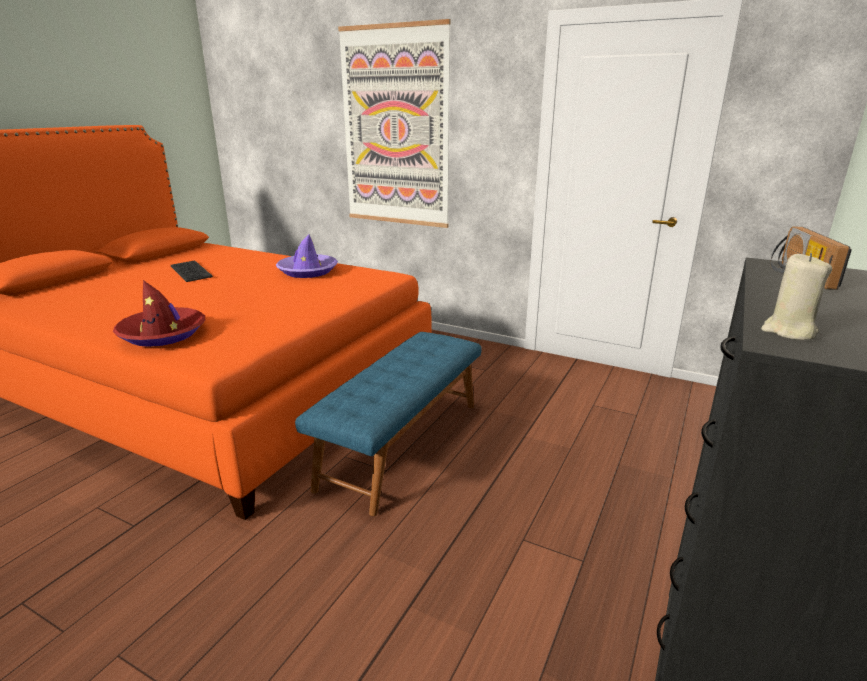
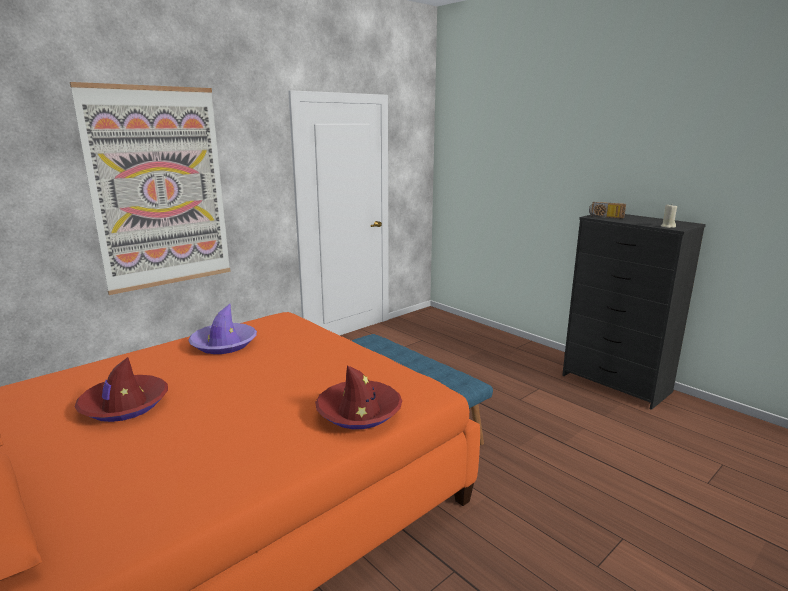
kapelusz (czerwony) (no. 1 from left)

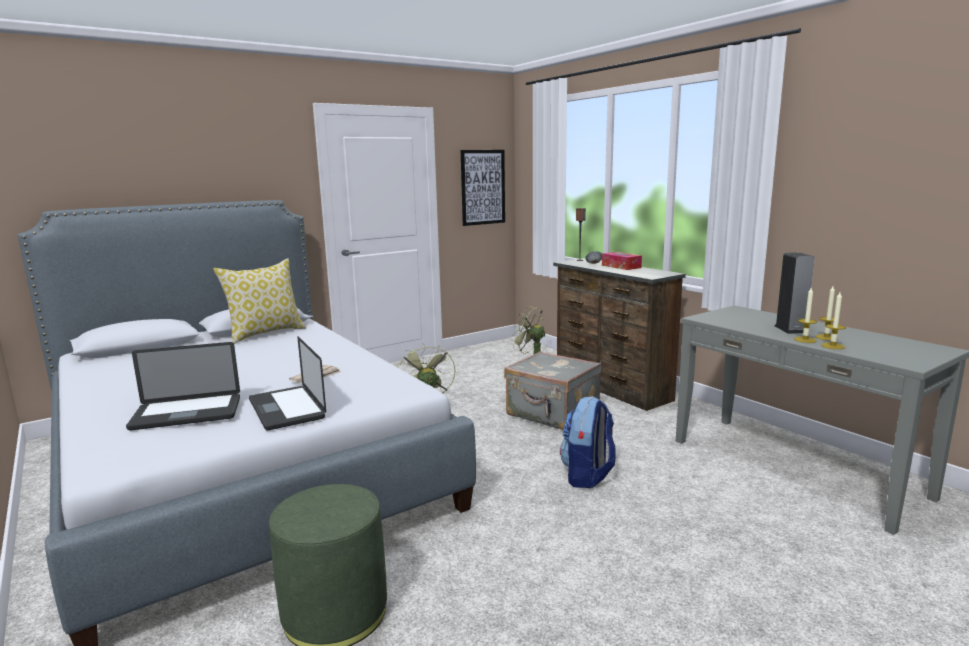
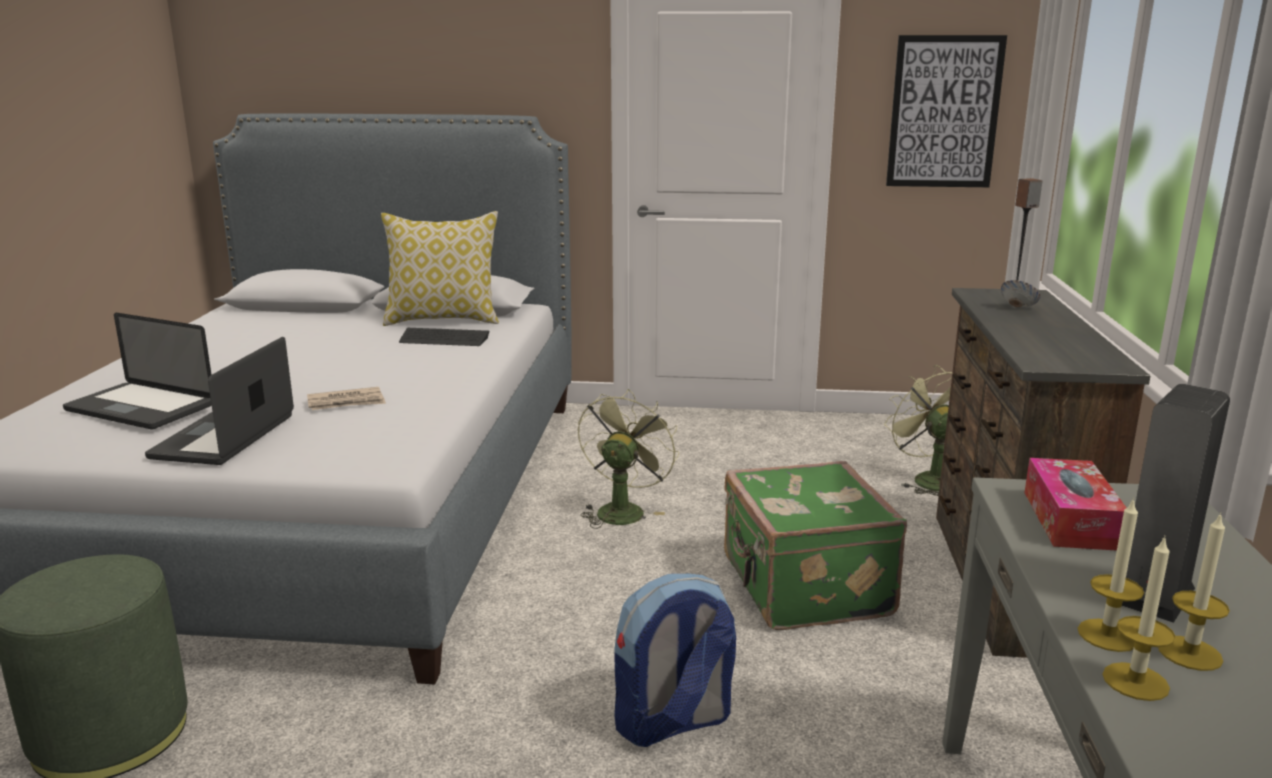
pudełko chusteczek
walizka (zielony)
klawiatura

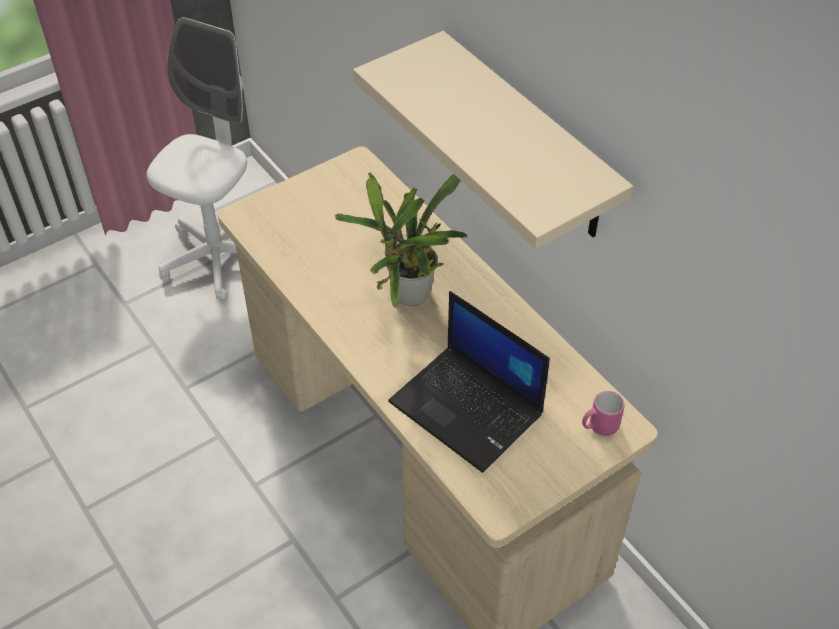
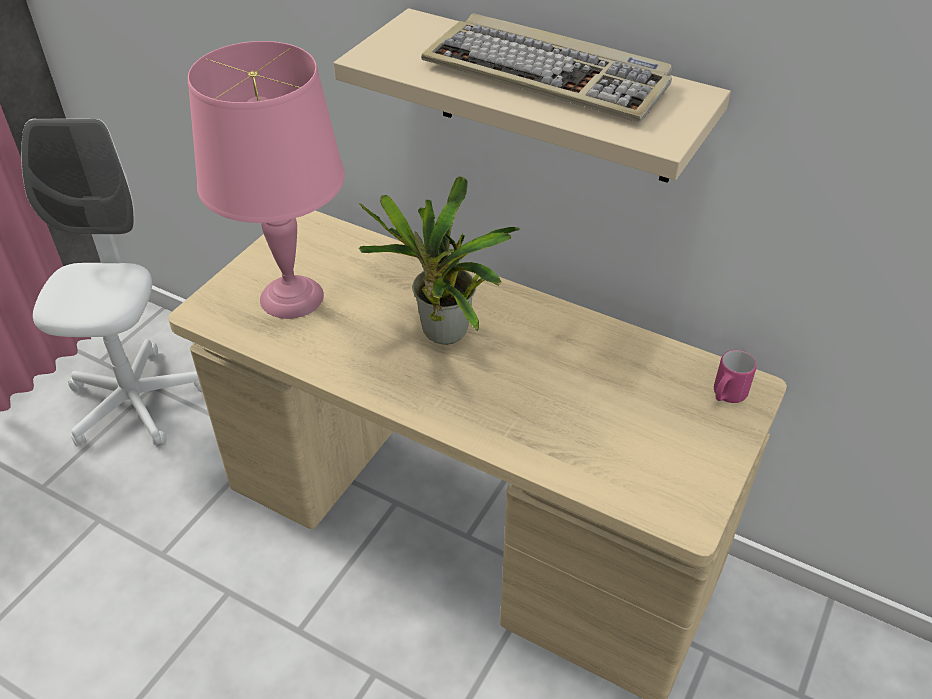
laptop
klawiatura
lampa stołowa (różowy)

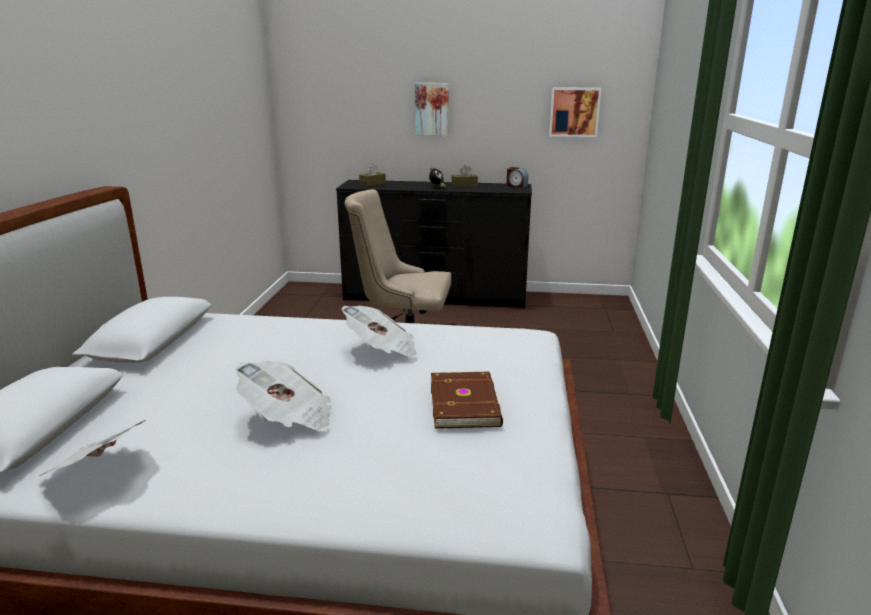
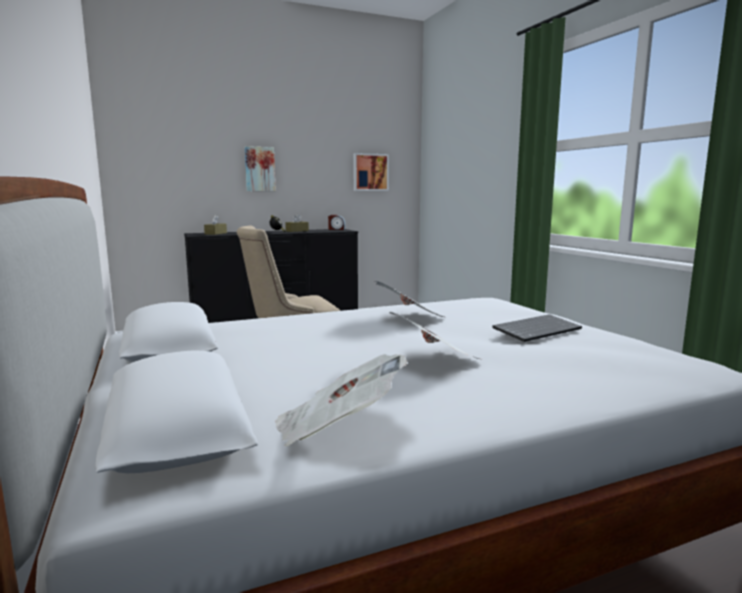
klawiatura

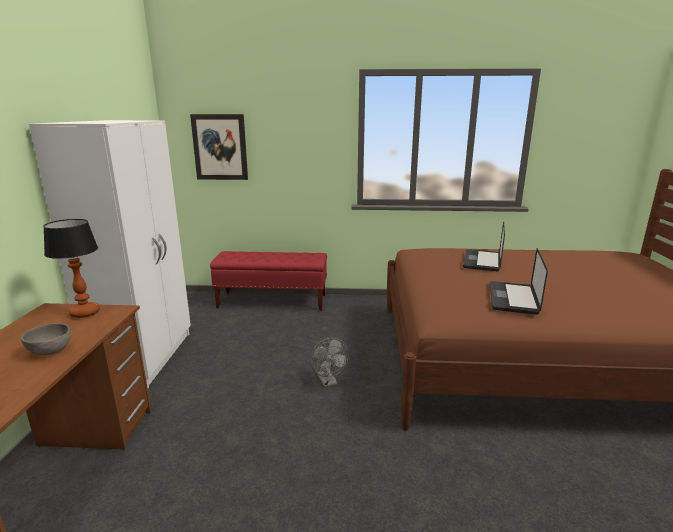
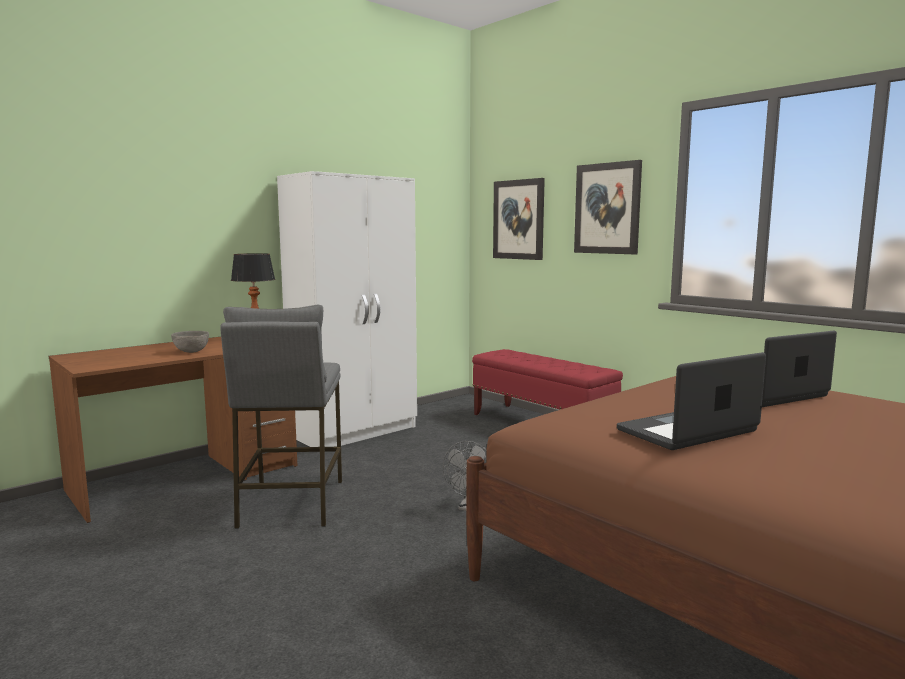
obraz (no. 2 from left)
stołek (szary)

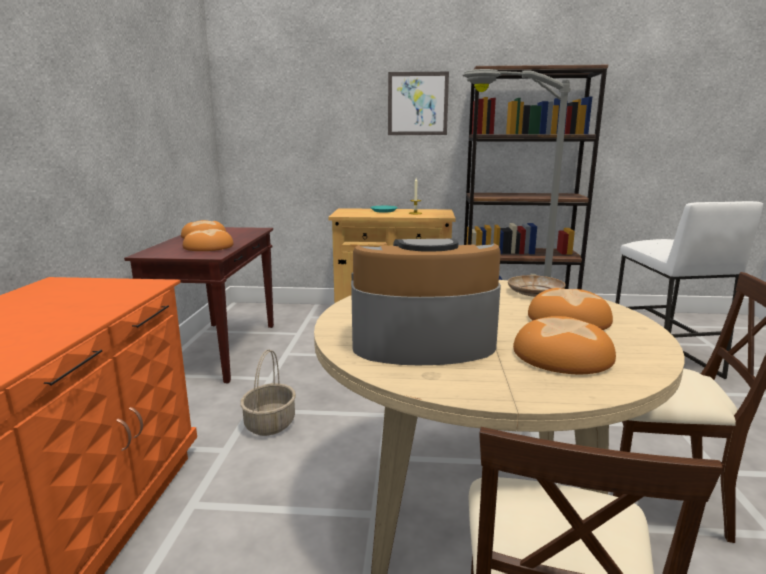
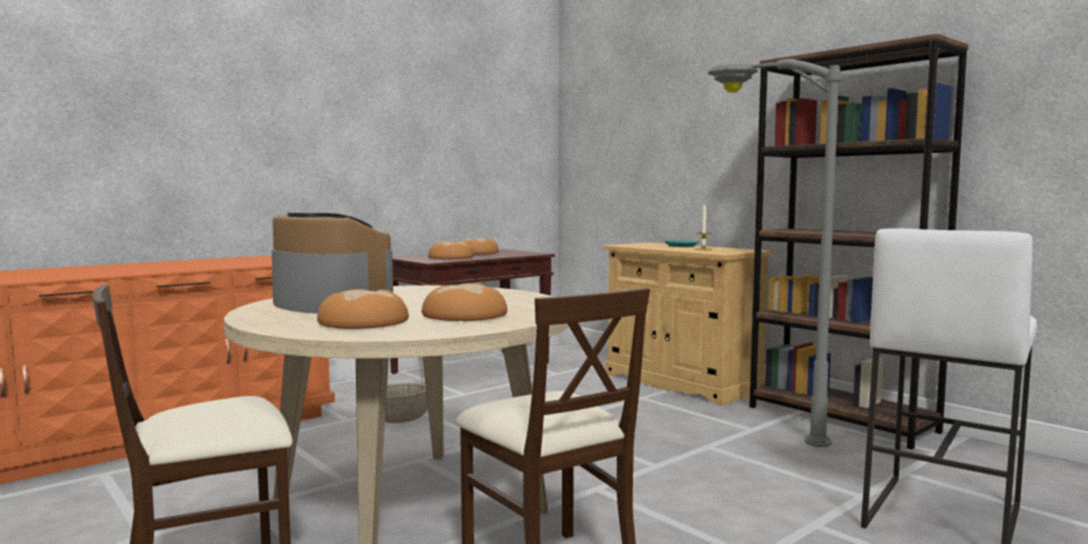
obraz
talerz (beżowy)

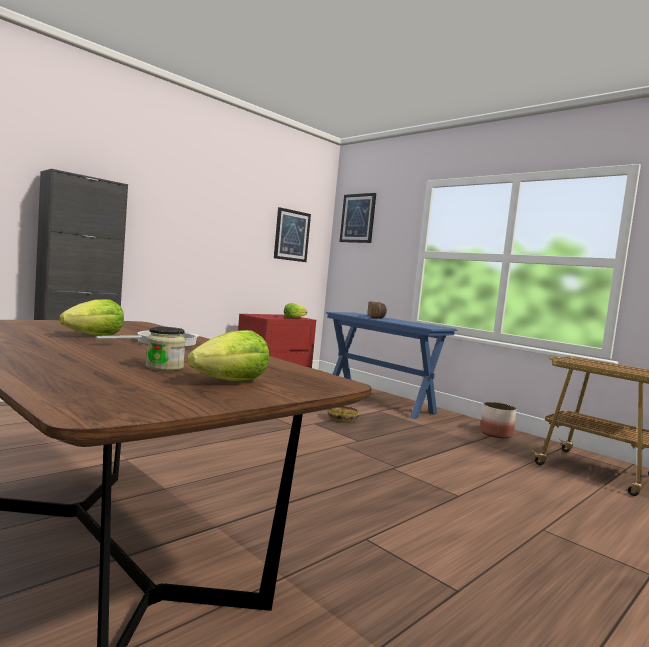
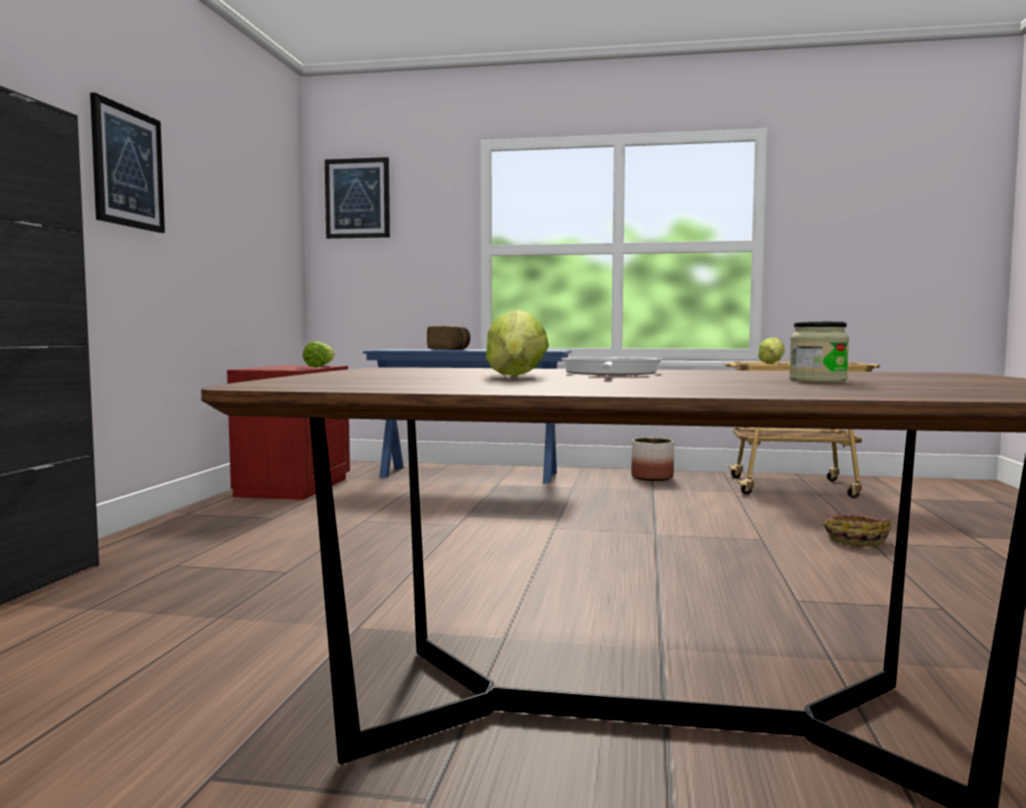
obraz (no. 1 from left)
sałata (no. 3 from left)
koszyk

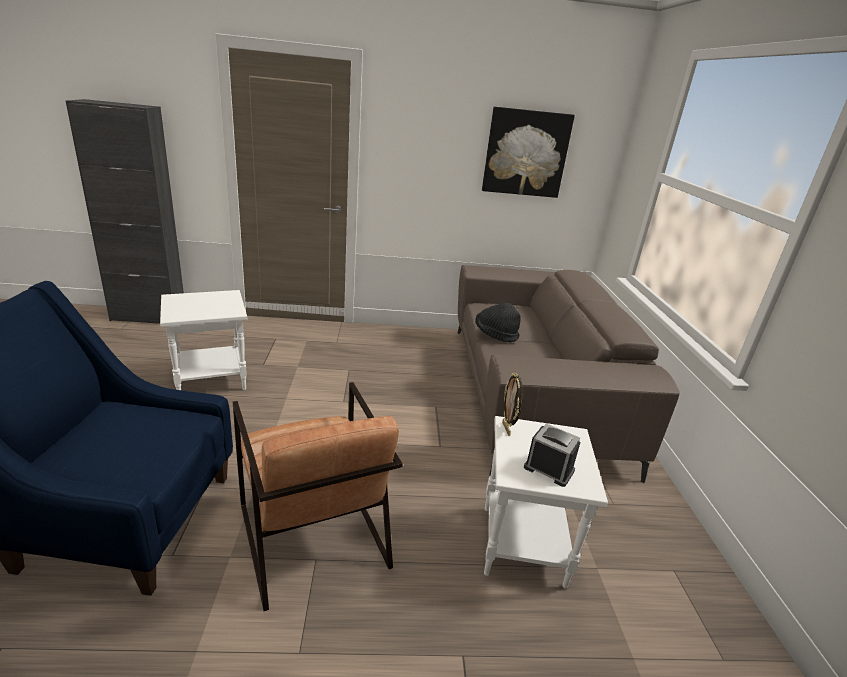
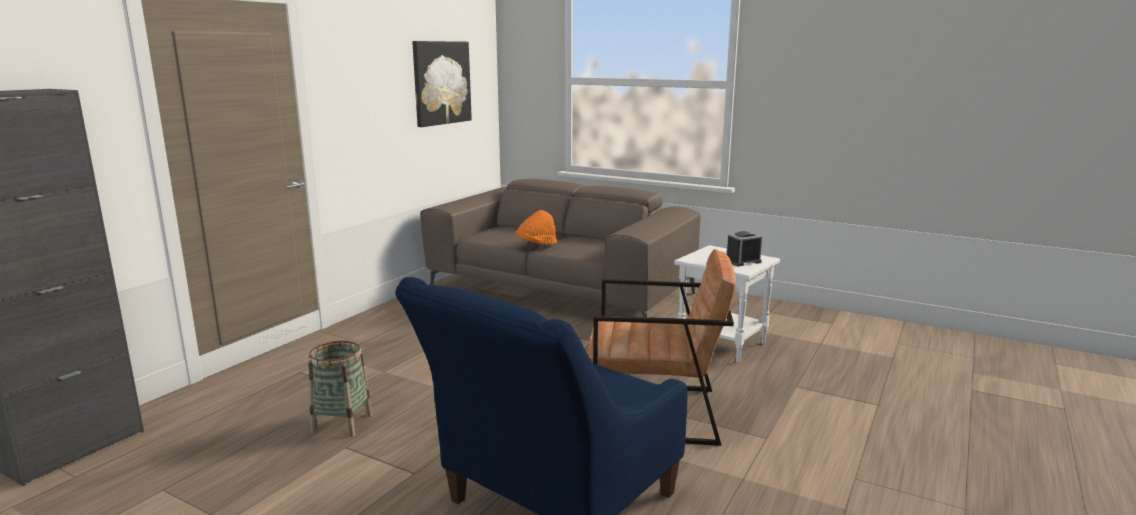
koszyk
kapelusz (pomarańczowy)
ramka na zdjęcie

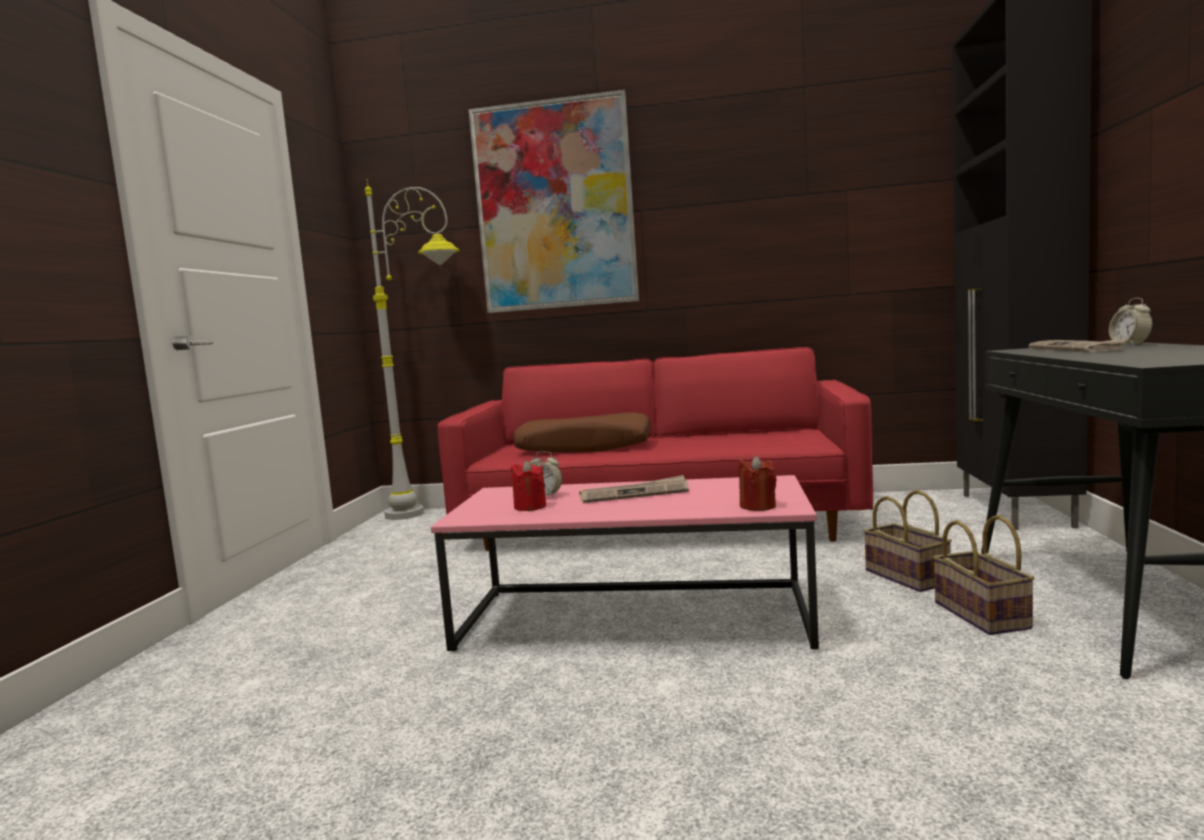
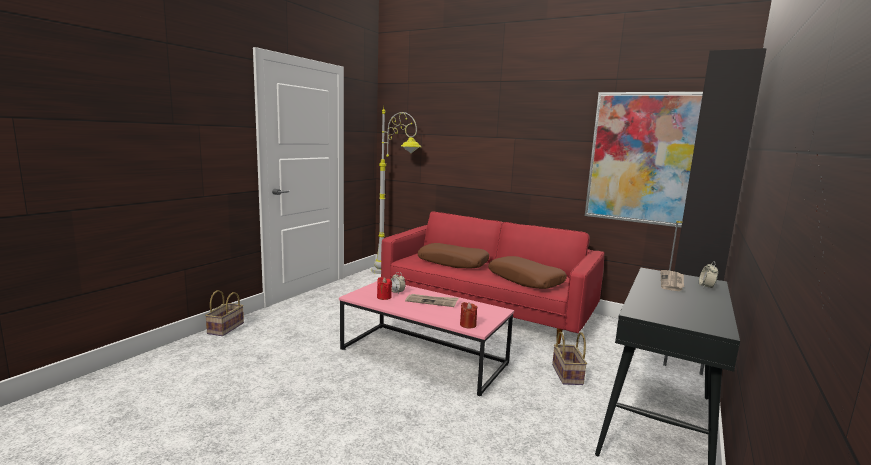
obraz
koszyk (no. 1 from left)
poduszka (brązowy) (no. 2 from left)

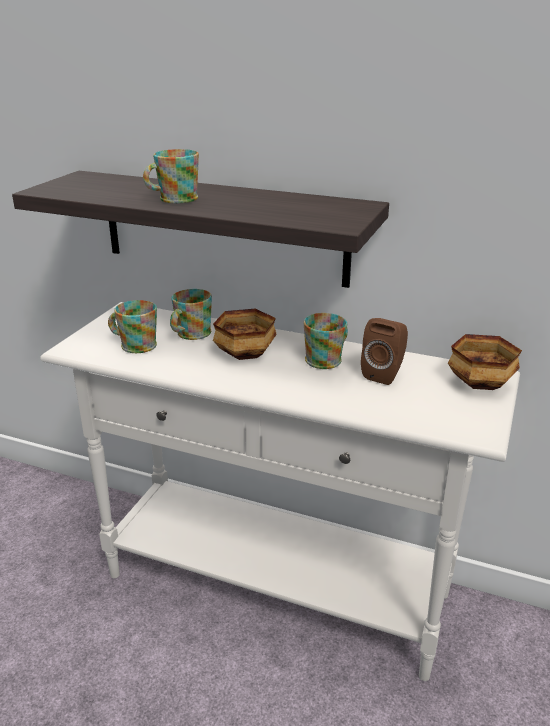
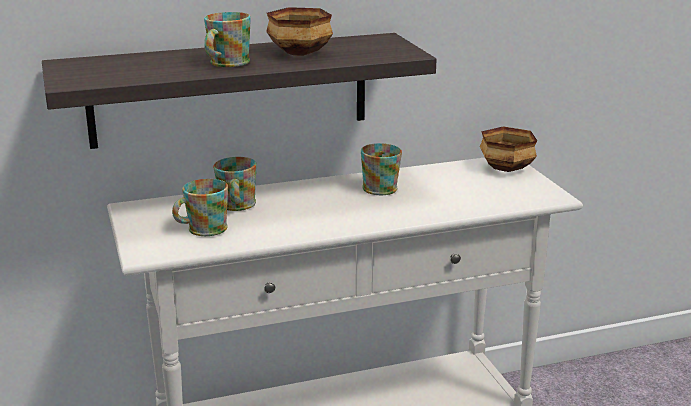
miska (no. 1 from left)
głośnik (brązowy)

